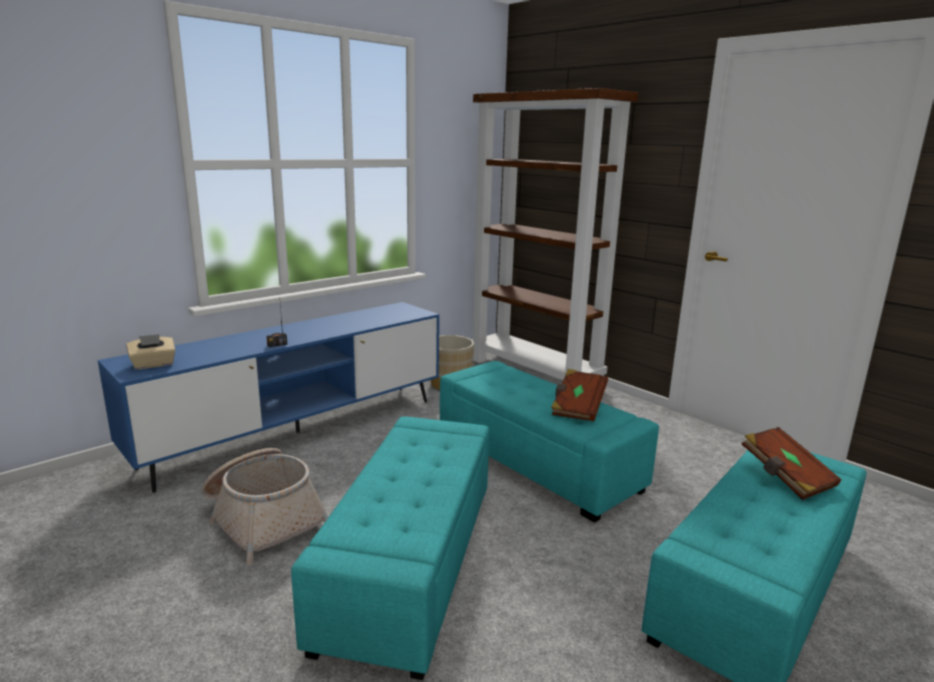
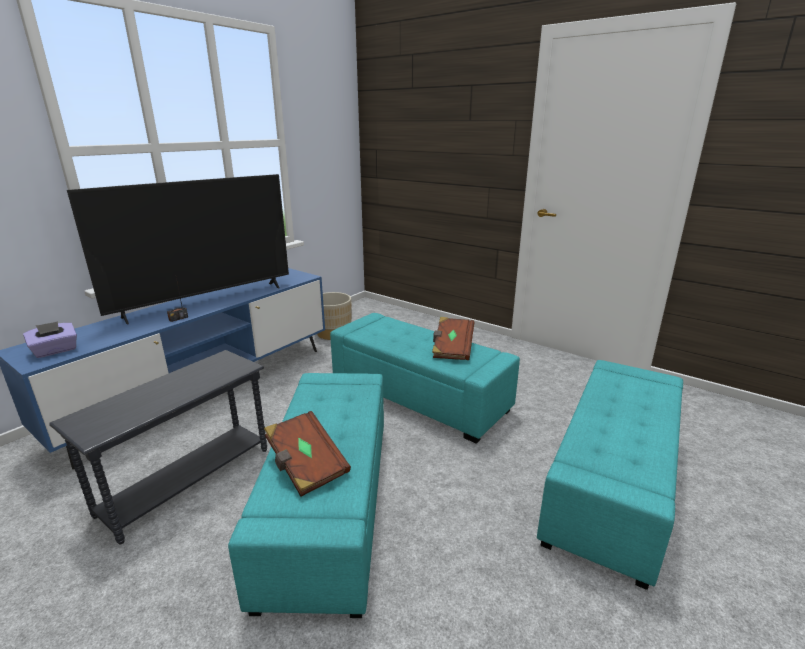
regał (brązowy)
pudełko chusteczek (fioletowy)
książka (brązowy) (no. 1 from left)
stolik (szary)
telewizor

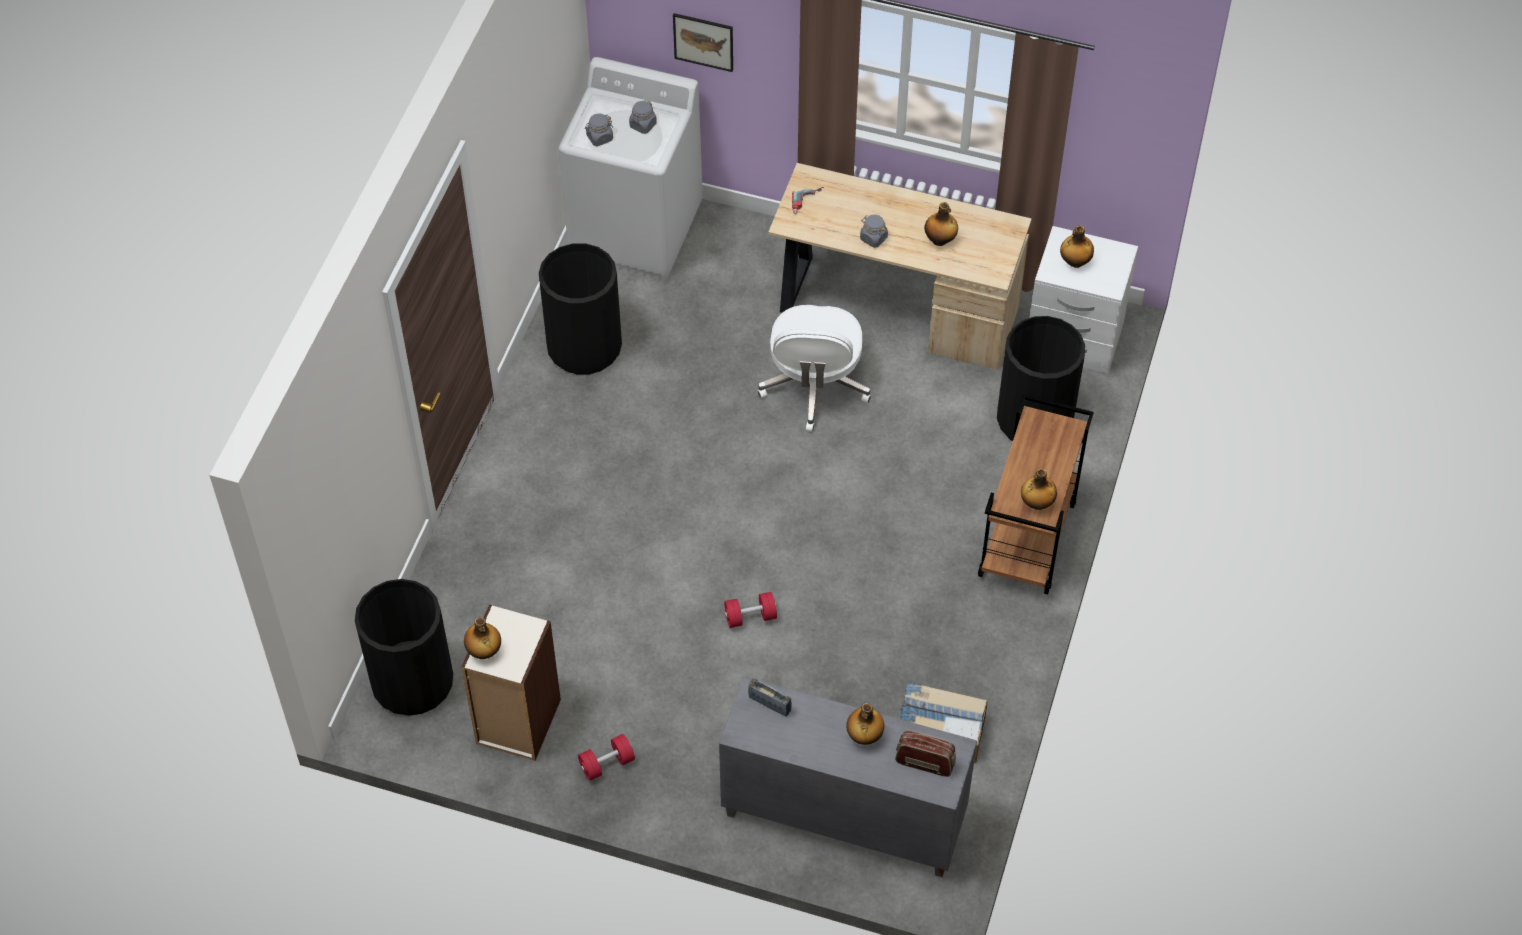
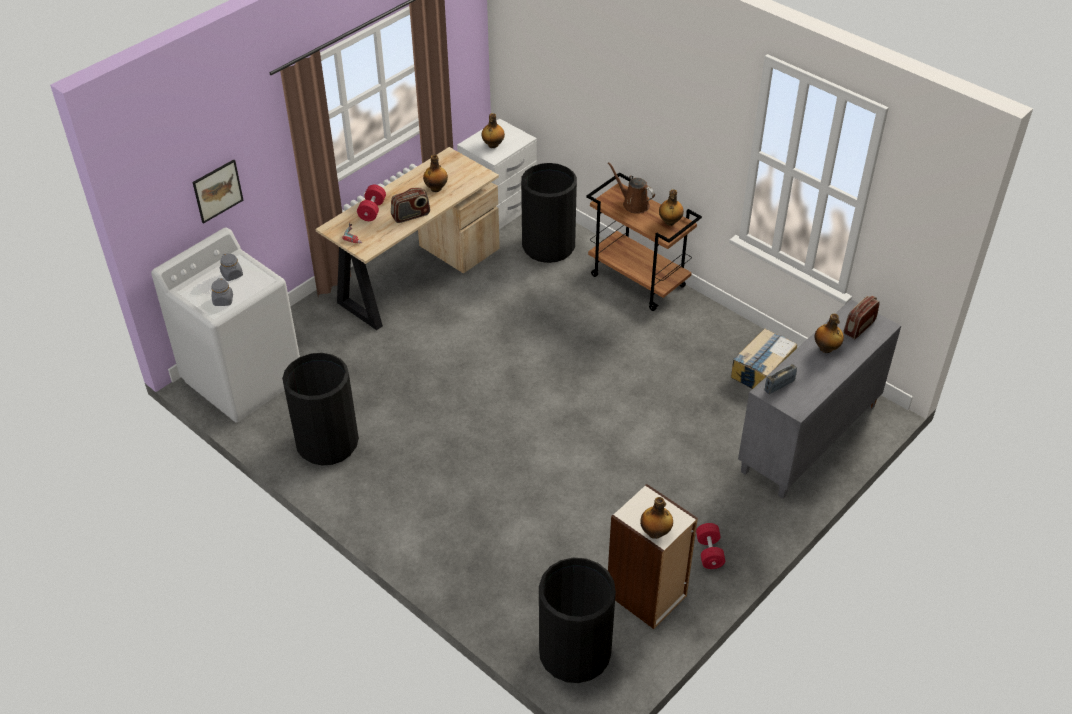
radio (no. 1 from left)
krzesło biurowe (biały)
hantel (czerwony) (no. 1 from left)
konewka (brązowy)

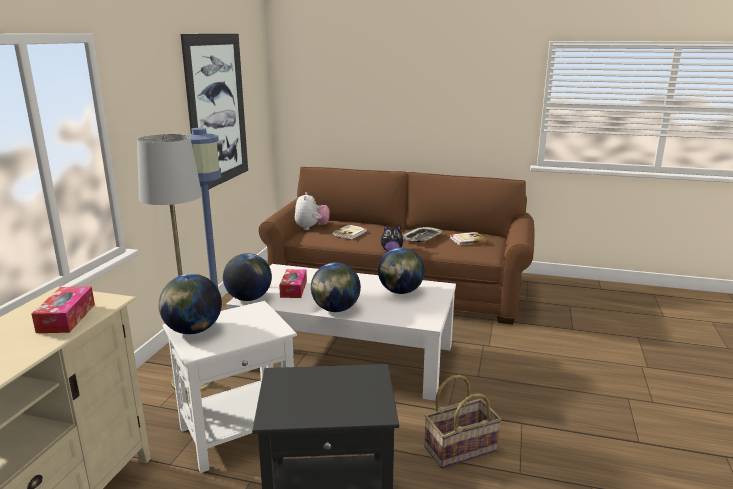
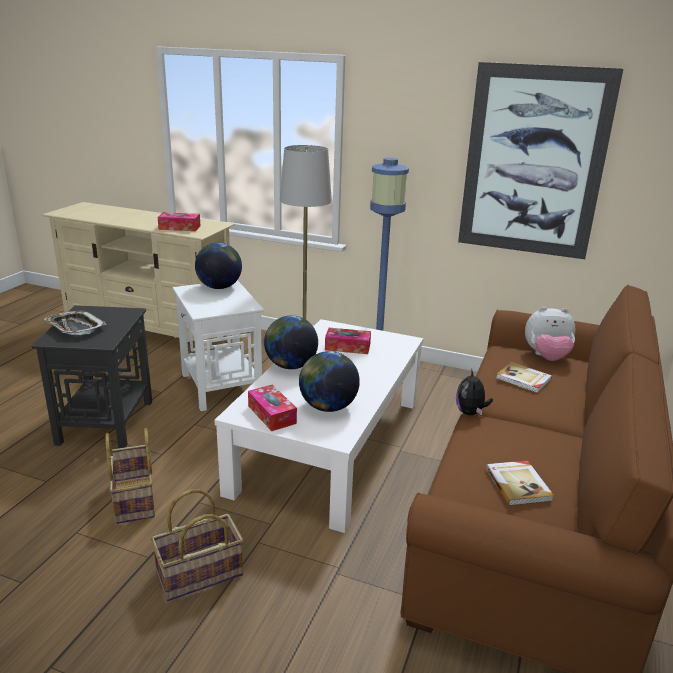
taca
globus (no. 2 from left in the first image)
pudełko chusteczek (no. 2 from left)
koszyk (no. 2 from left)

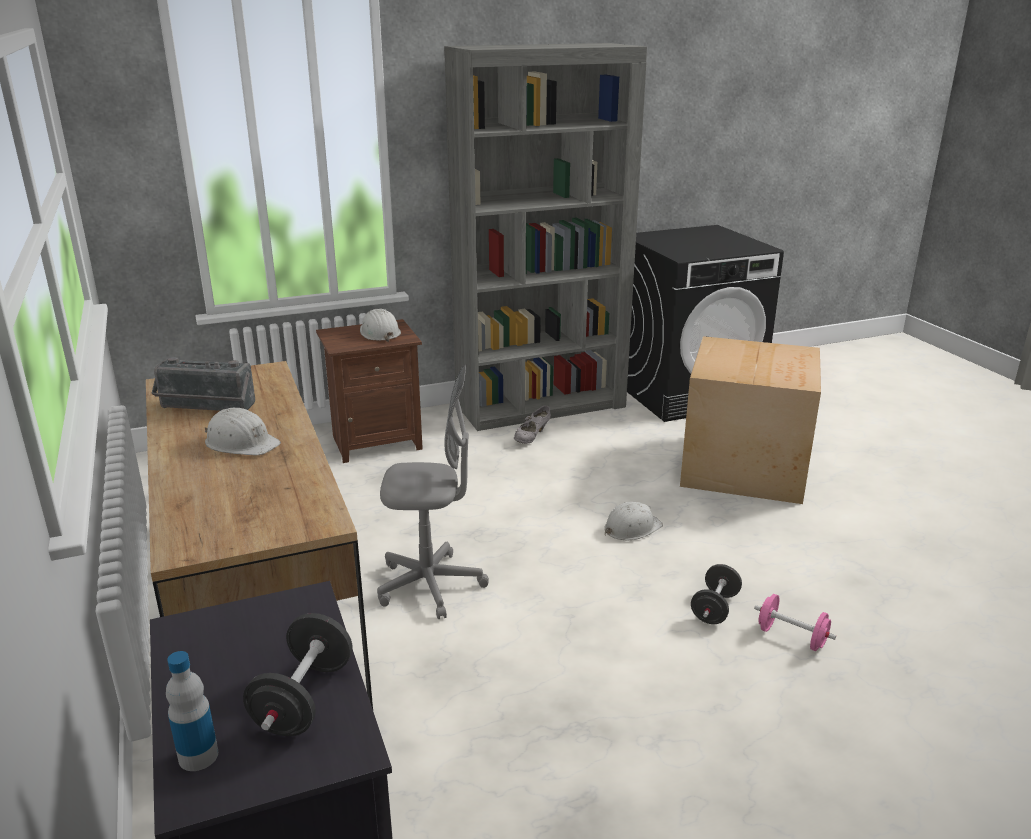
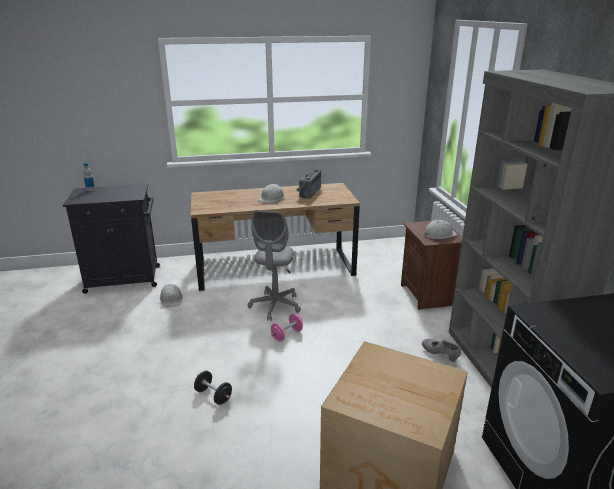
kask (biały) (no. 1 from left)
hantel (różowy)
hantel (czarny) (no. 1 from left in the first image)

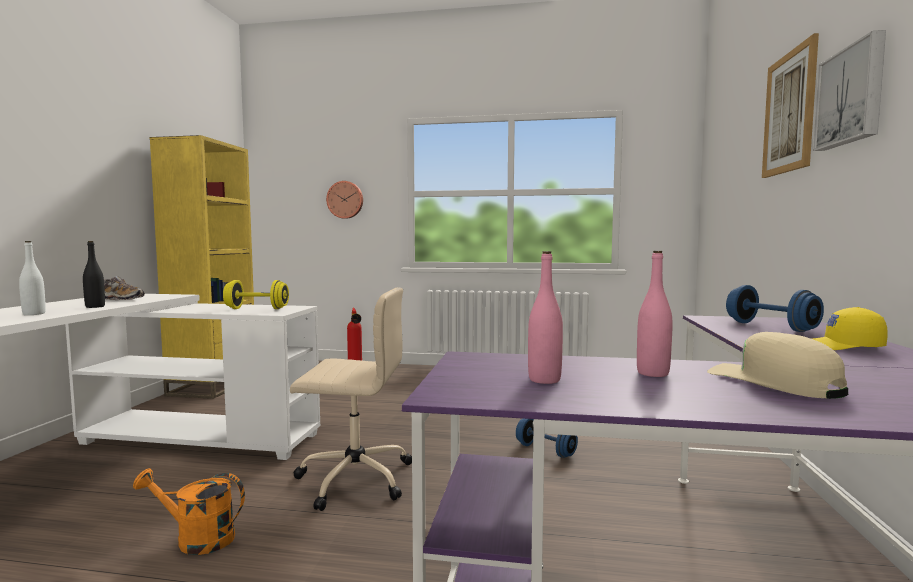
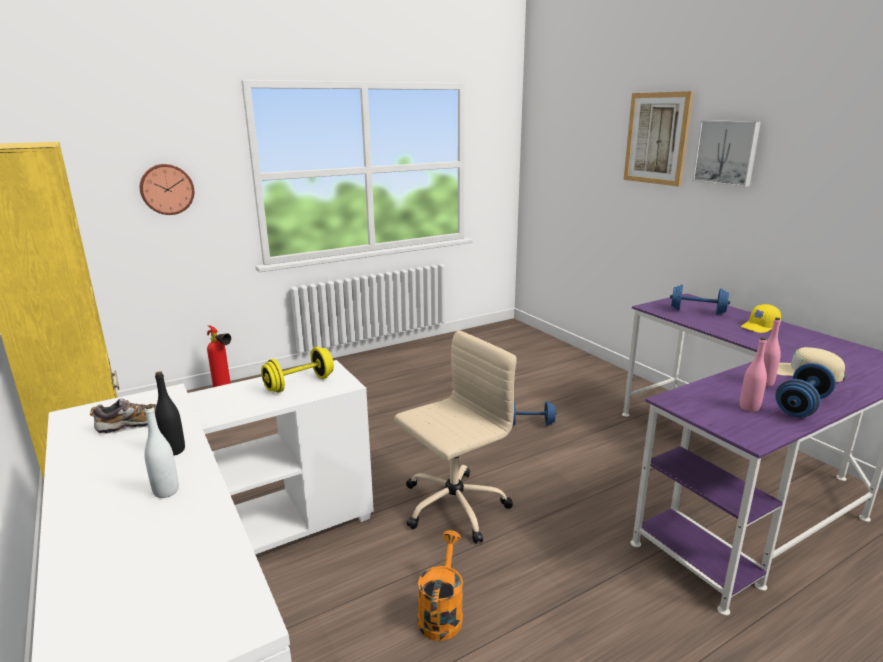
konewka (pomarańczowy)
hantel (niebieski) (no. 3 from left)

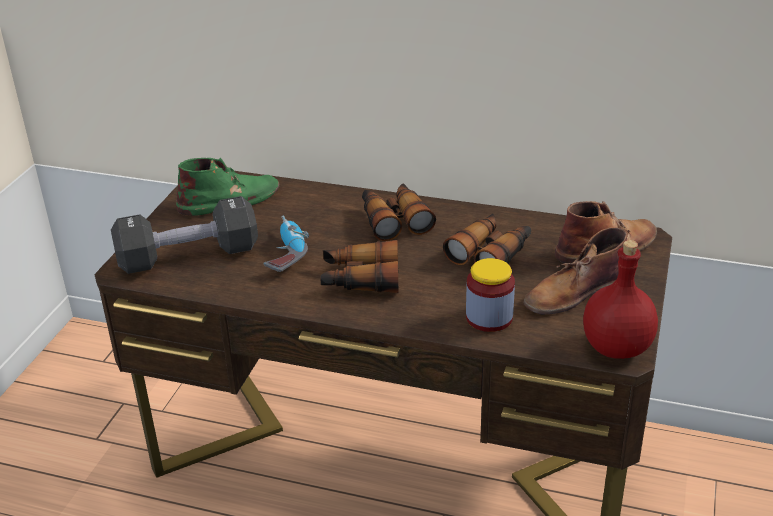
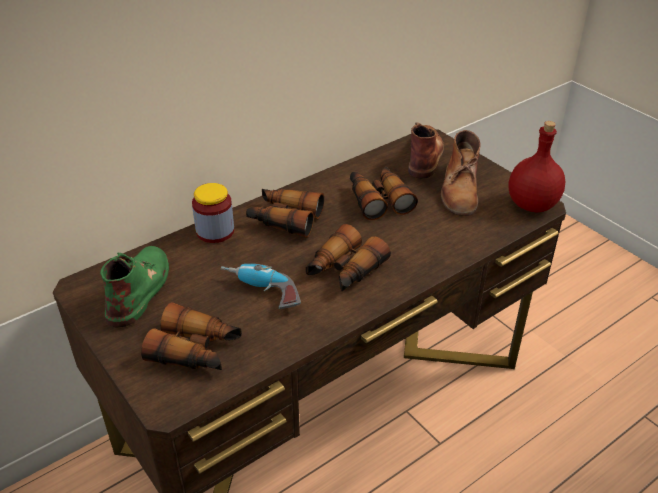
lornetka (no. 1 from left)
słoik

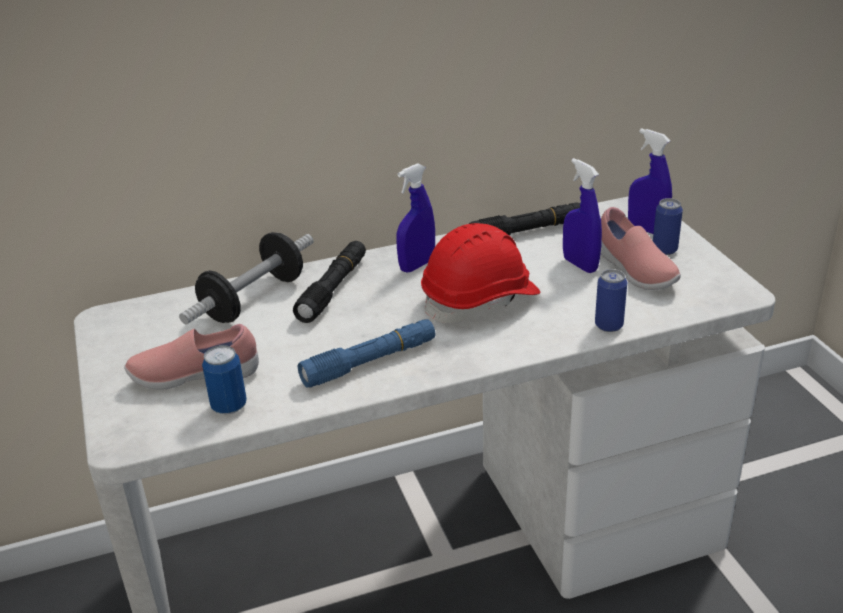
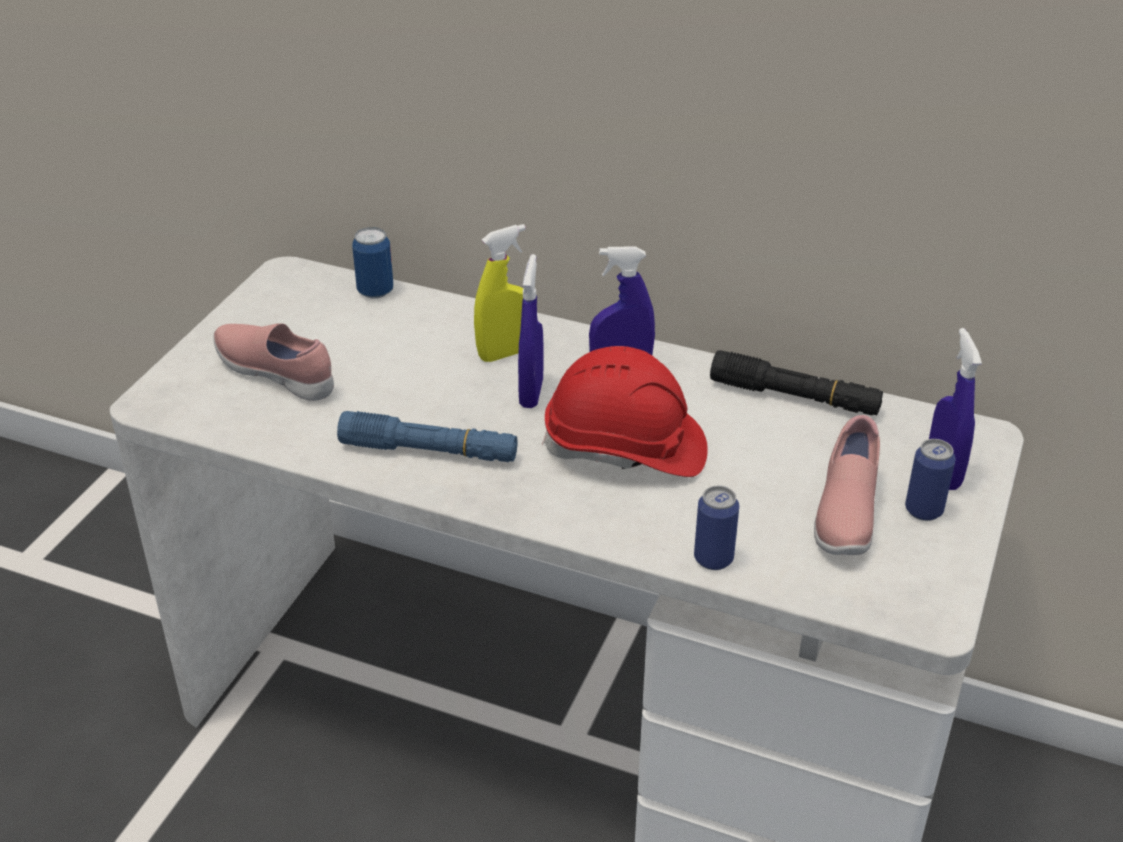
spryskiwacz (niebieski) (no. 1 from left)
hantel
spryskiwacz (żółty)
puszka (no. 1 from left)

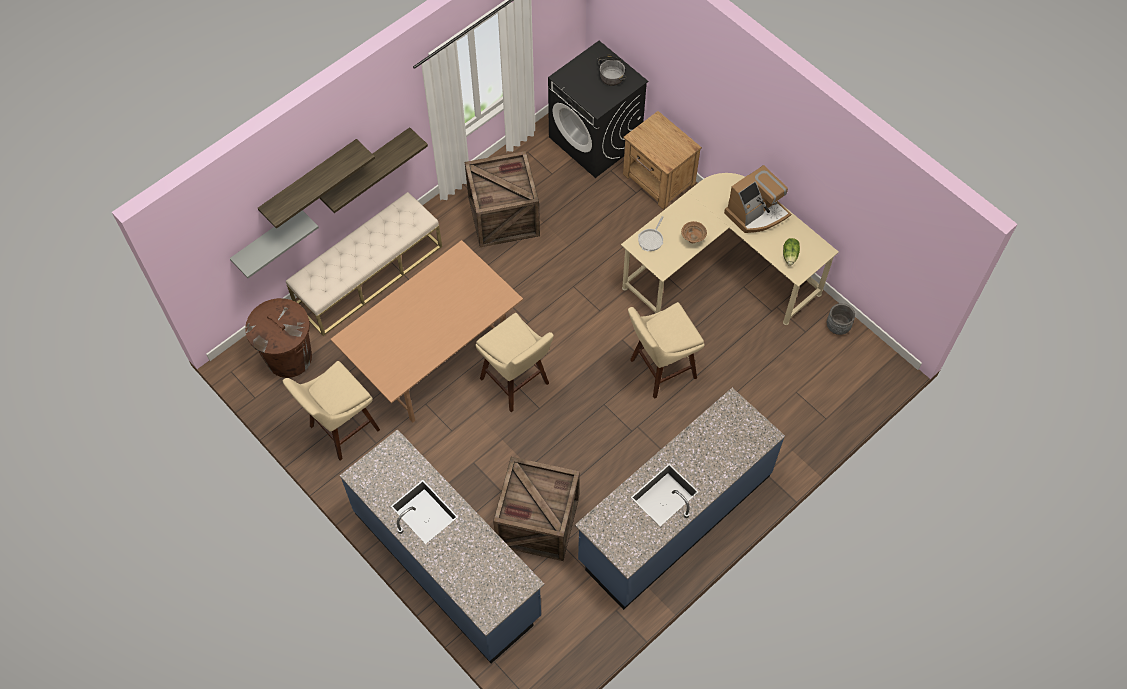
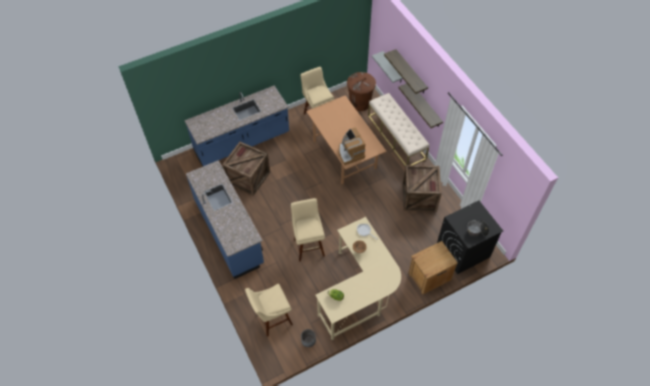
ekspres do kawy
stołek (beżowy) (no. 1 from left)

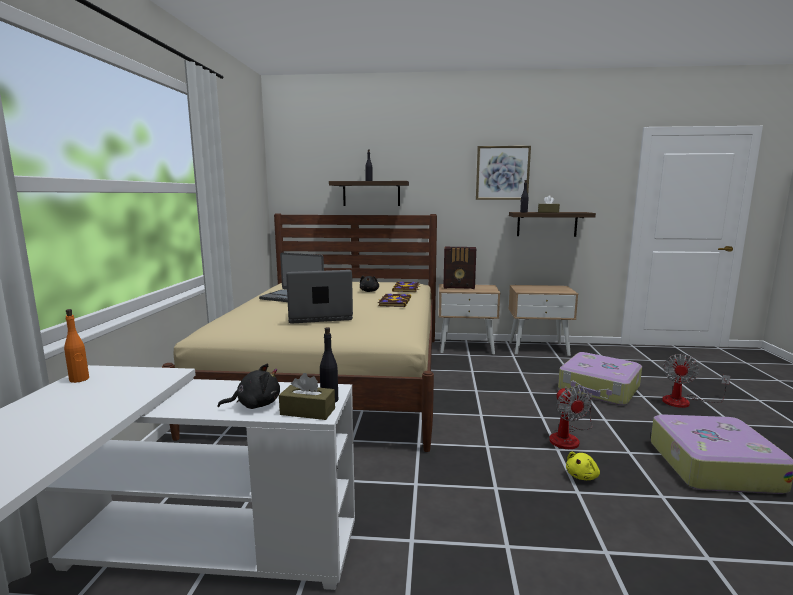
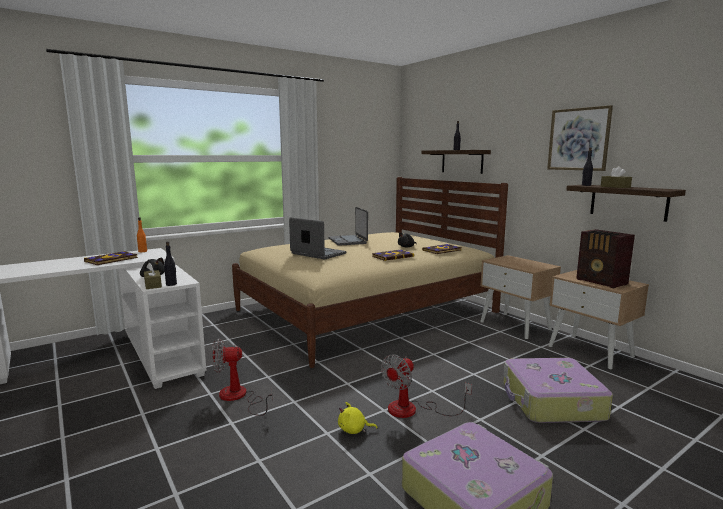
radio
wentylator (no. 1 from left)
książka (no. 1 from left)

